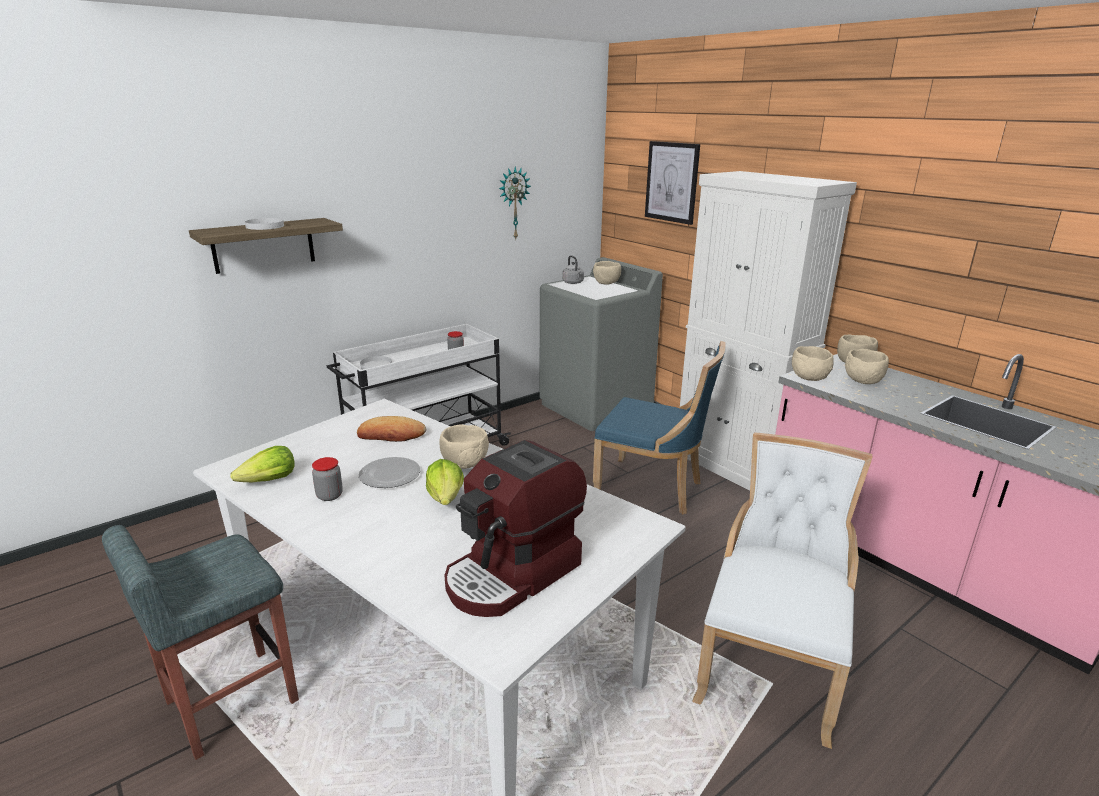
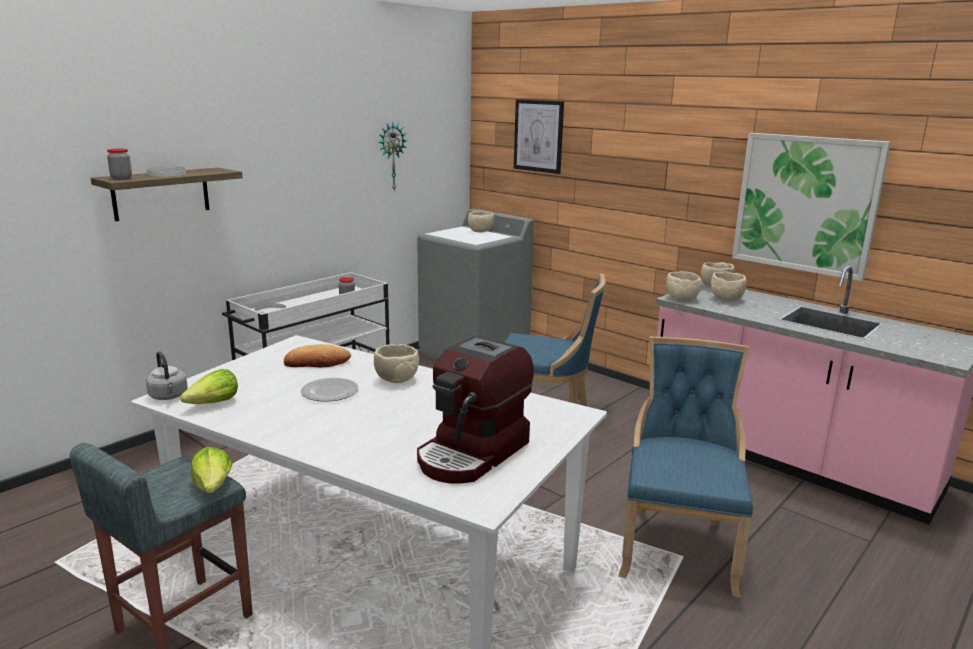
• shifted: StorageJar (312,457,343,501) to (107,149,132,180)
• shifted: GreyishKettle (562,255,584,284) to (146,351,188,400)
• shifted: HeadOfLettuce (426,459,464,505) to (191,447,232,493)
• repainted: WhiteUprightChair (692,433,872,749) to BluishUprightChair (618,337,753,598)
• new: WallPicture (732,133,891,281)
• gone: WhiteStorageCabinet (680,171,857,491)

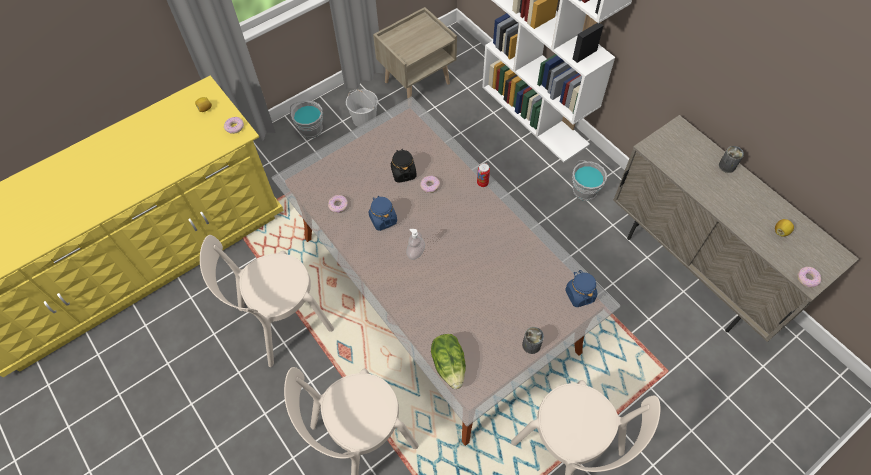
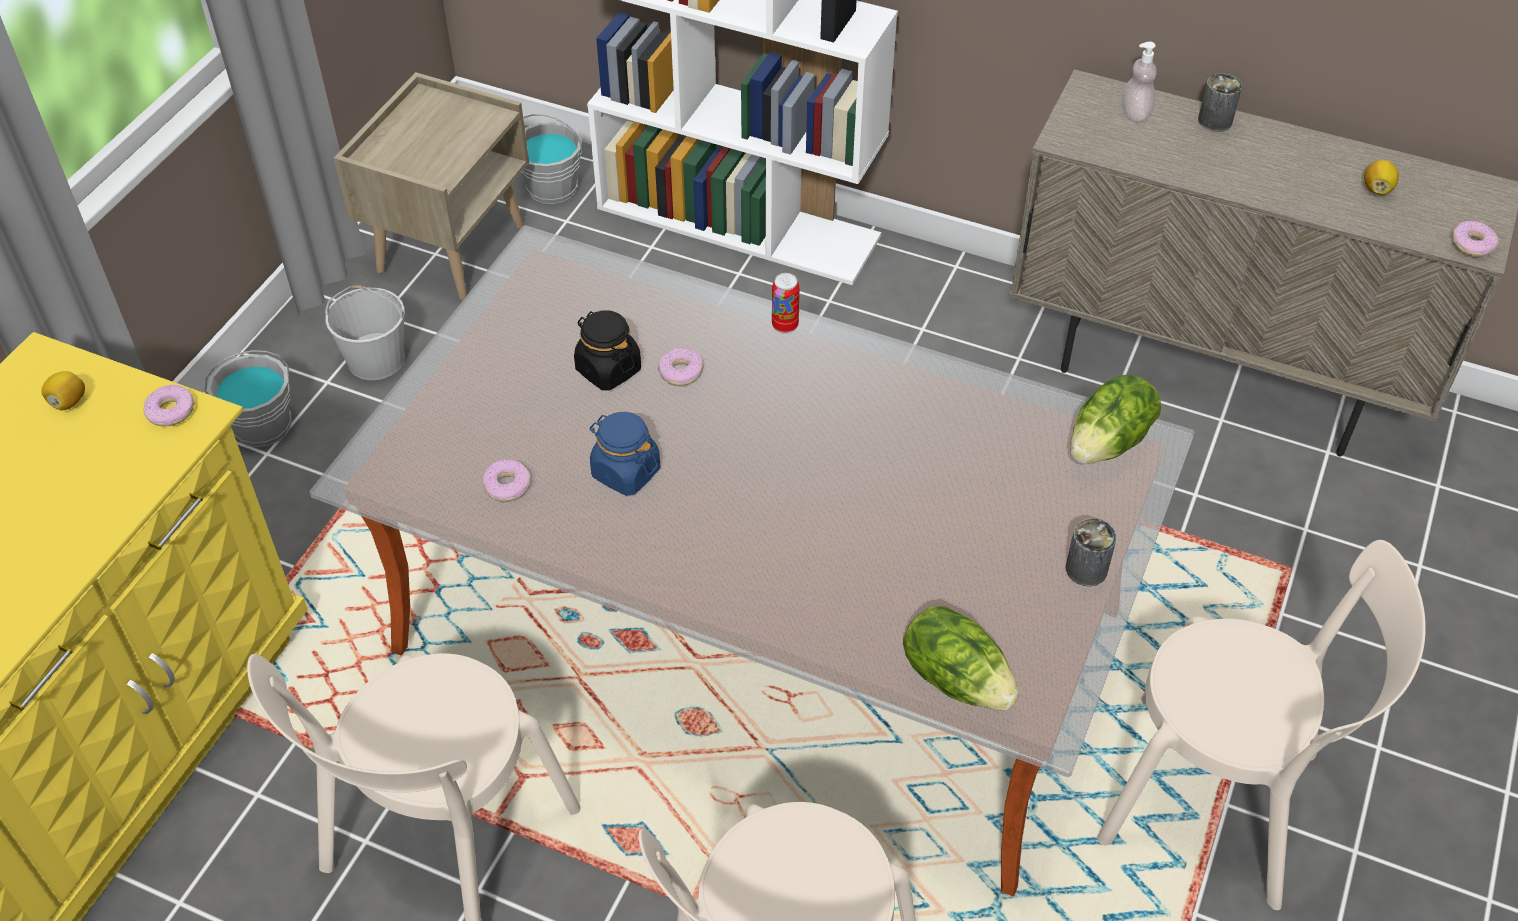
• shifted: GreyishPail (572,160,607,201) to (521,114,582,204)
• swapped: BluishStorageJar (565,270,597,307) to HeadOfLettuce (1070,375,1161,464)
• shifted: SoapBottle (406,229,425,260) to (1122,42,1157,122)

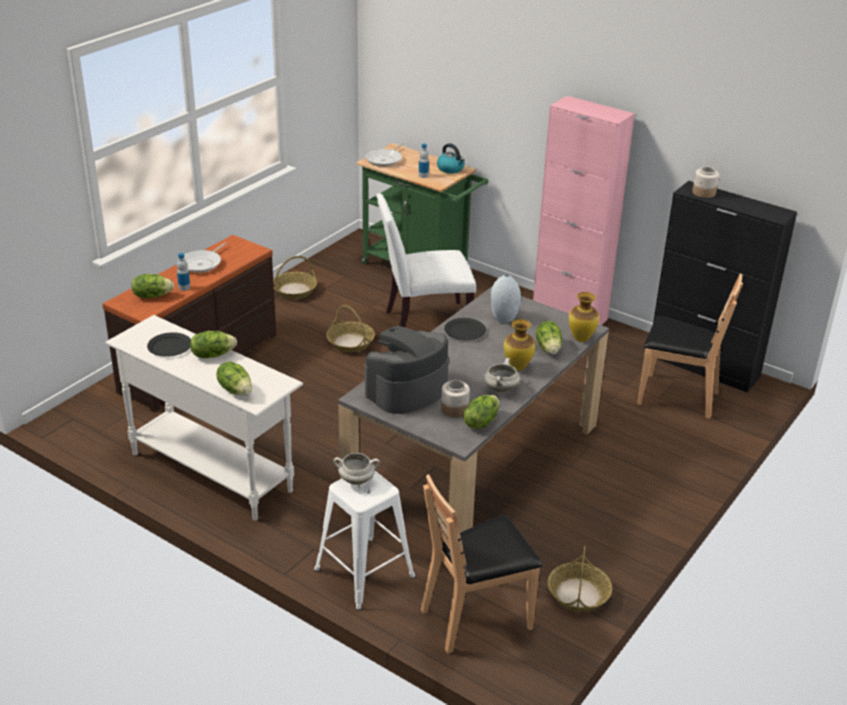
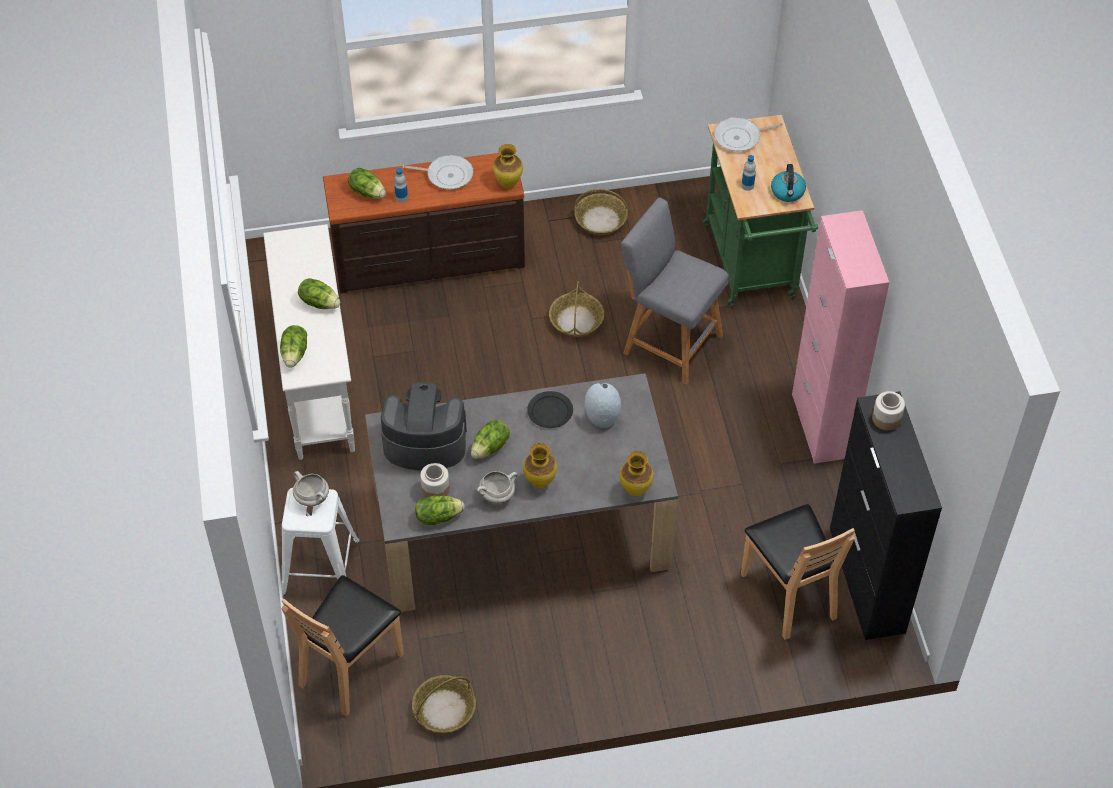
• rotated: BrownColouredUprightChair (421,474,543,654) = (281,575,404,716) 75 degrees counterclockwise
• rotated: FryingPan (178,242,227,273) = (403,155,473,189) 150 degrees counterclockwise
• shifted: HeadOfLettuce (536,321,562,355) to (471,420,510,459)
• new: FlowerVase (493,144,523,188)
• swapped: WhiteUprightChair (376,193,476,327) to GreyishStool (621,197,728,385)
• gone: BlackishPlate (147,332,191,357)

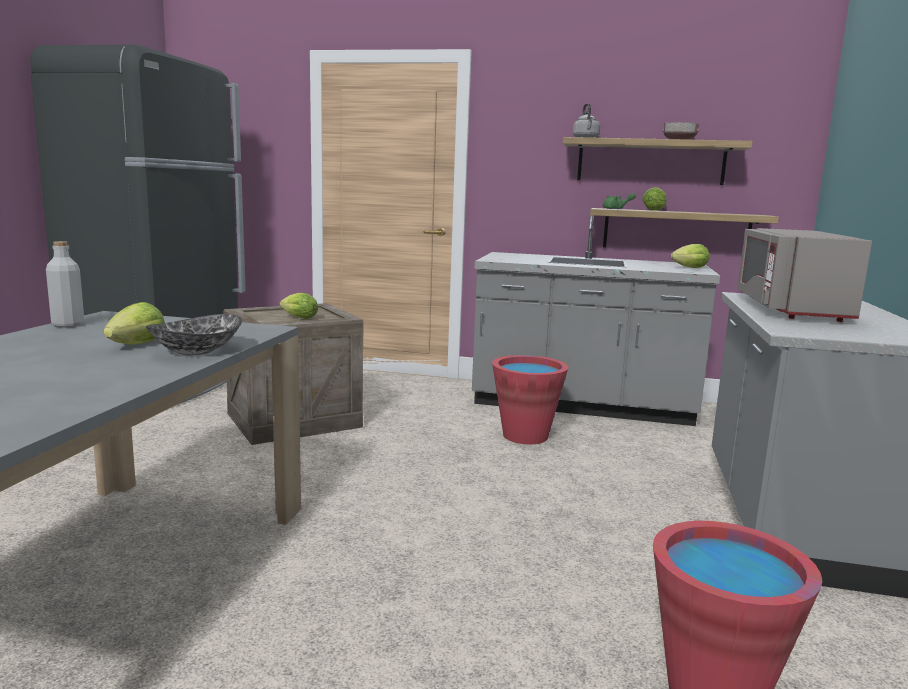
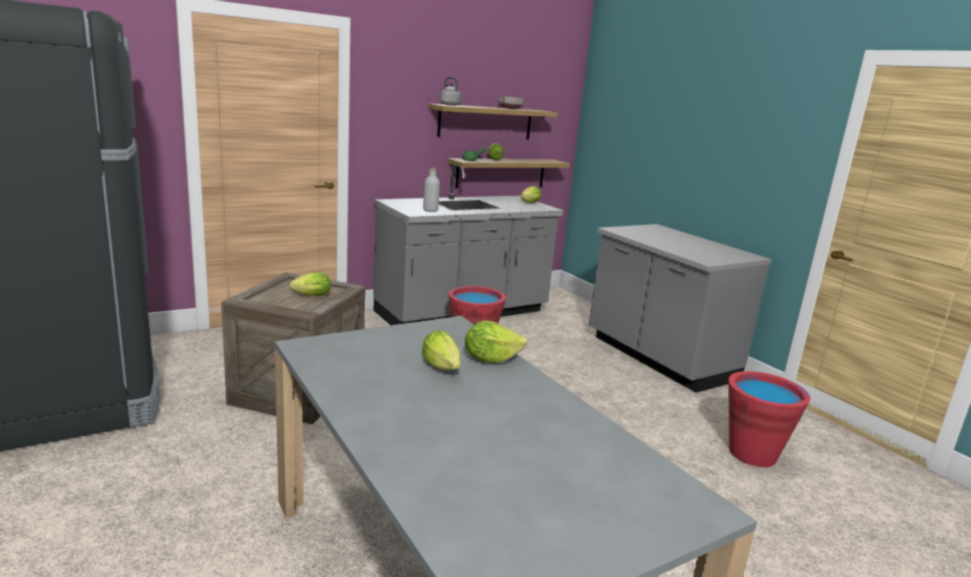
• shifted: GreyishBottle (46,241,85,328) to (423,168,440,212)
• swapped: ServingBowl (146,314,242,355) to HeadOfLettuce (465,321,527,363)
• gone: GreyishMicrowaveOven (737,228,872,322)

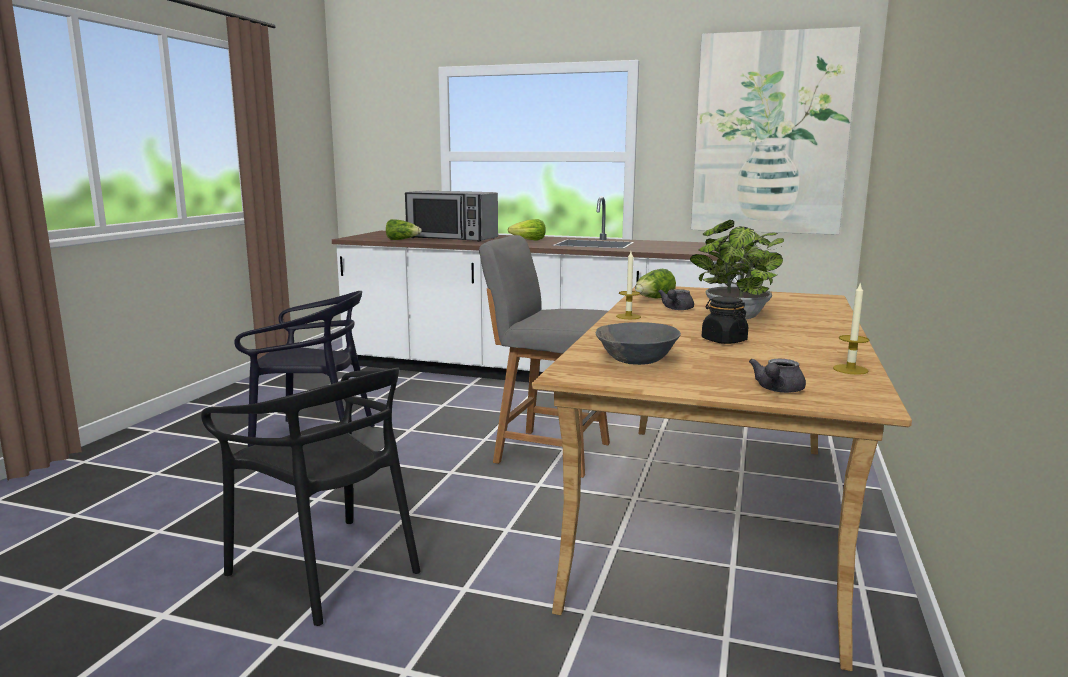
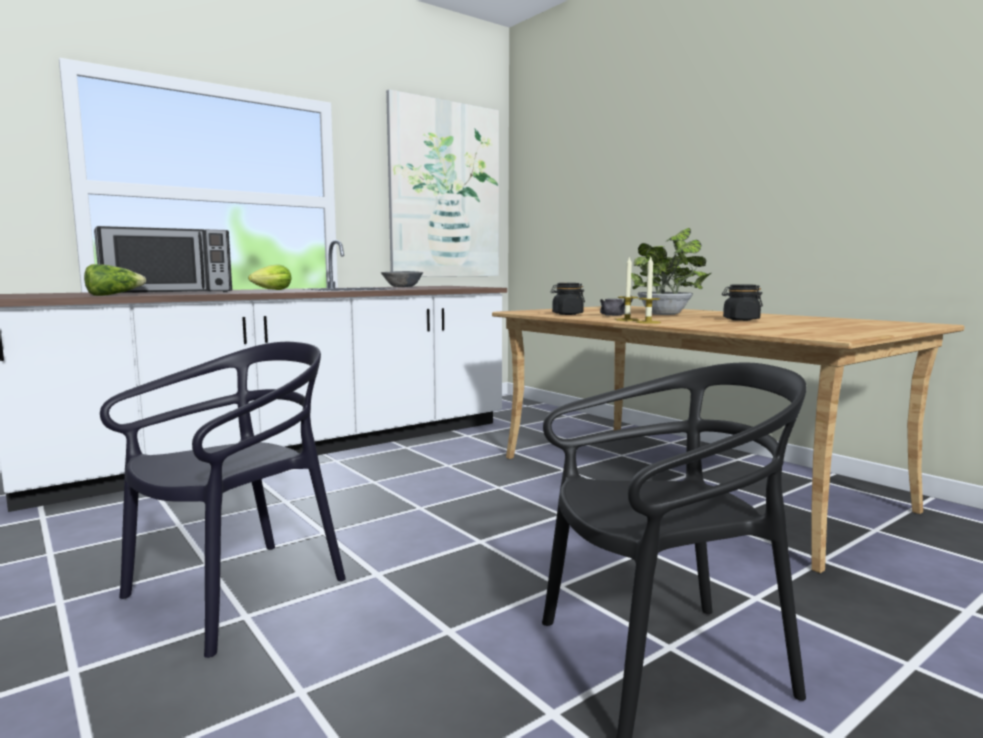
• shifted: GreyishServingBowl (596,322,681,365) to (381,271,423,287)
• swapped: HeadOfLettuce (635,269,676,298) to BlackishStorageJar (550,283,585,315)
• shifted: Candle (833,282,869,375) to (636,257,661,324)
• gone: GreyishUprightChair (479,235,610,478)
• gone: GreyishPotForTea (749,359,806,393)

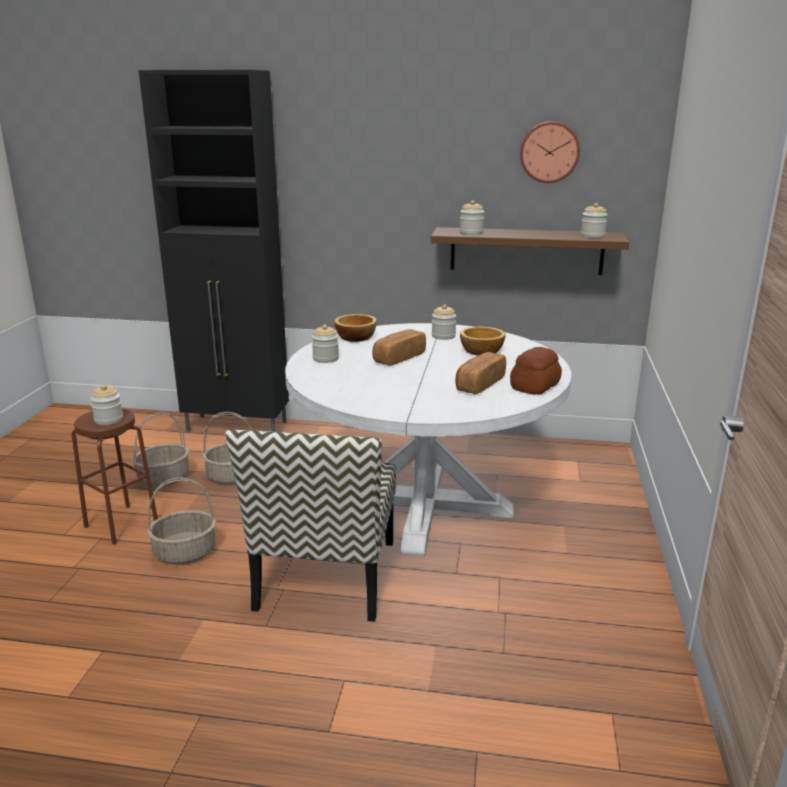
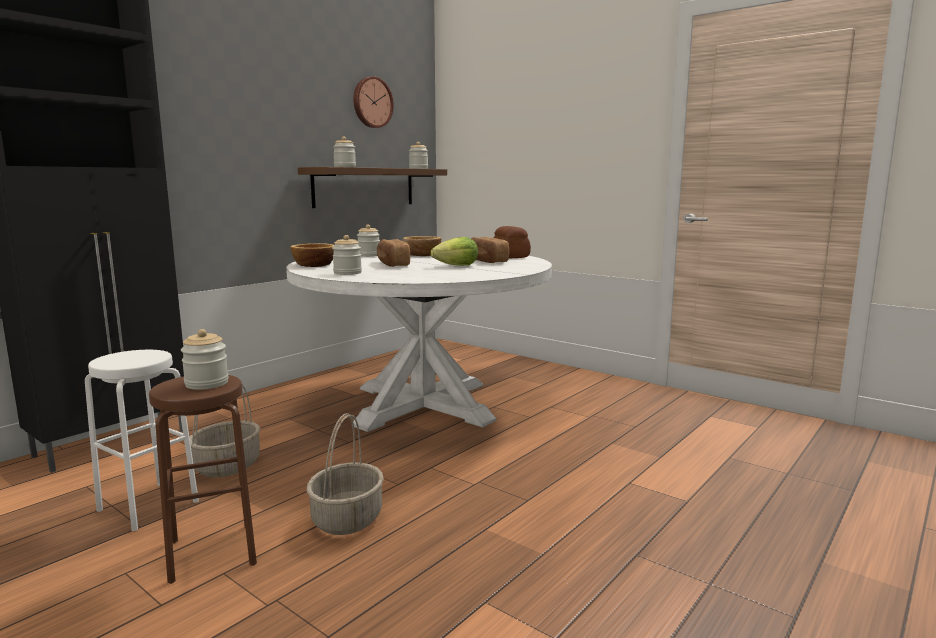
• swapped: StorageBasket (132,412,189,488) to WhiteStool (85,350,199,531)
• new: HeadOfLettuce (431,237,478,266)
• gone: UprightChair (225,430,396,622)

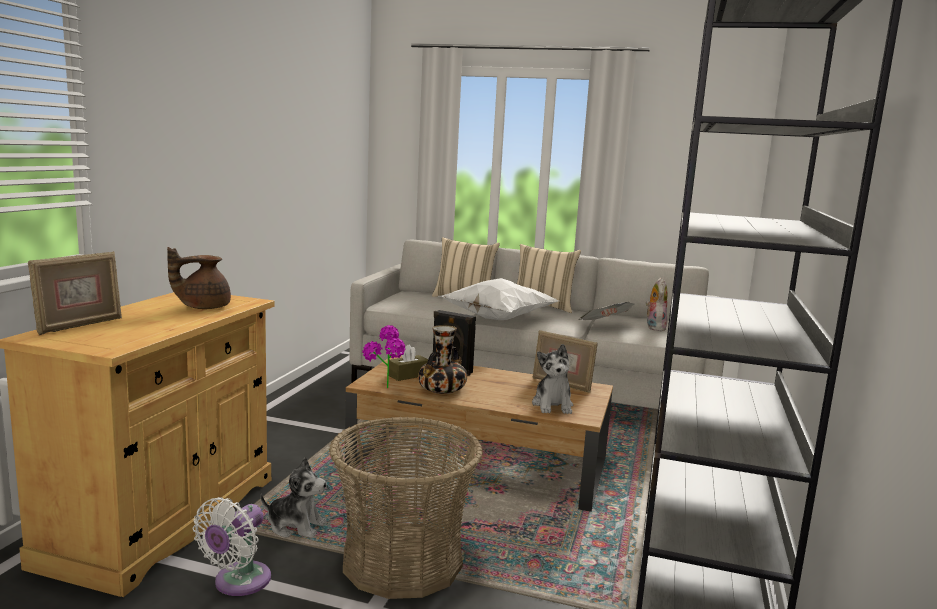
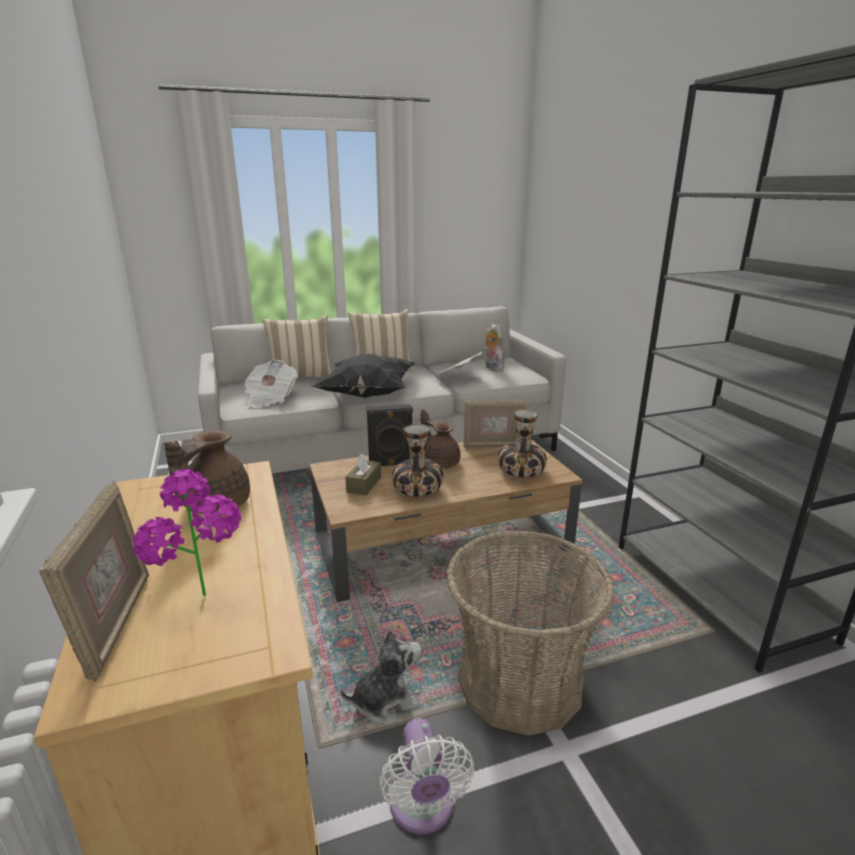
• shifted: Houseplant (363,325,406,388) to (133,469,241,596)
• new: Newspaper (244,360,298,407)
• repainted: WhiteThrowPillow (439,278,559,320) to BlackishThrowPillow (310,354,416,398)
• new: BrownColouredPotForTea (420,409,461,469)
• swapped: CuddlyToy (532,344,573,414) to FlowerVase (498,409,547,477)

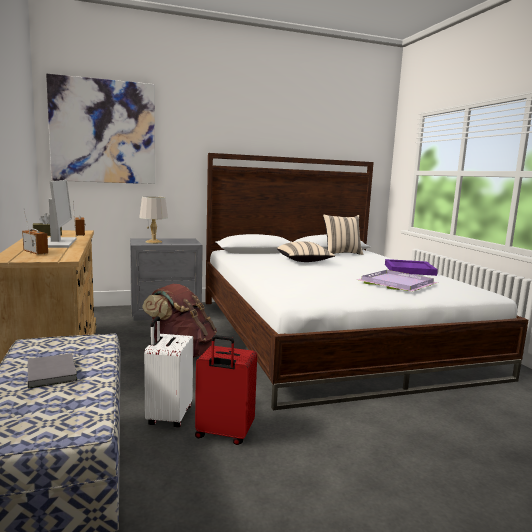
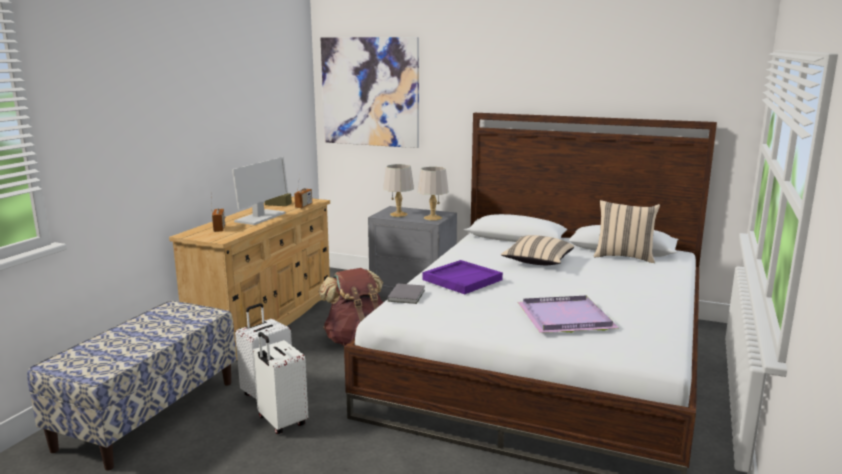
• repainted: RedSuitcase (195,335,257,445) to WhiteSuitcase (253,332,308,434)
• shifted: GreyishVolume (28,353,77,389) to (388,283,425,304)
• new: GreyishLampForATable (418,166,449,221)
• shifted: PurpleTray (385,259,438,276) to (422,260,503,294)

